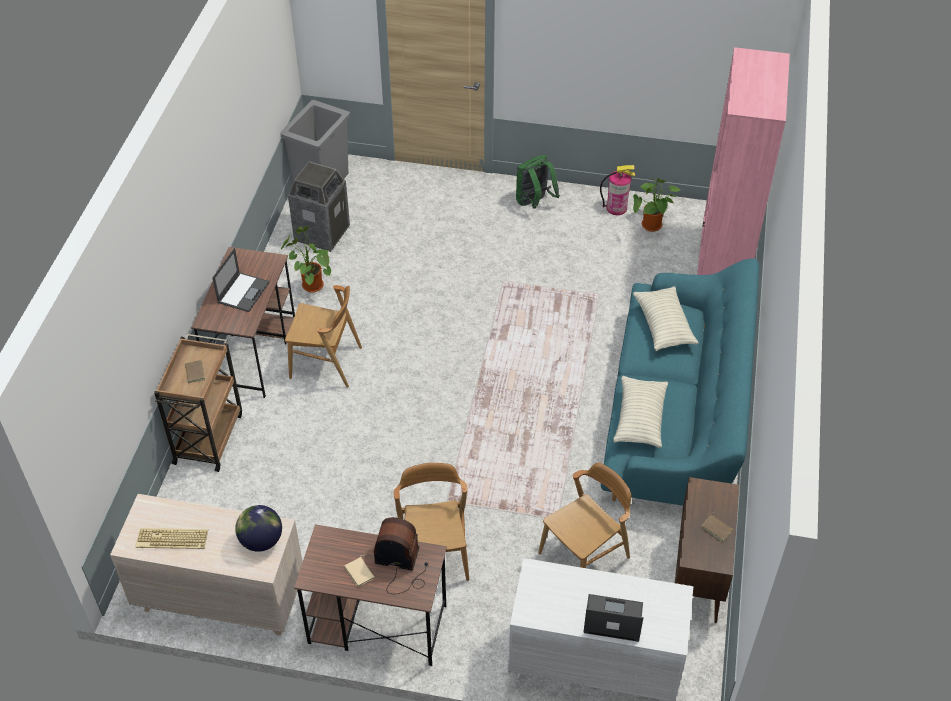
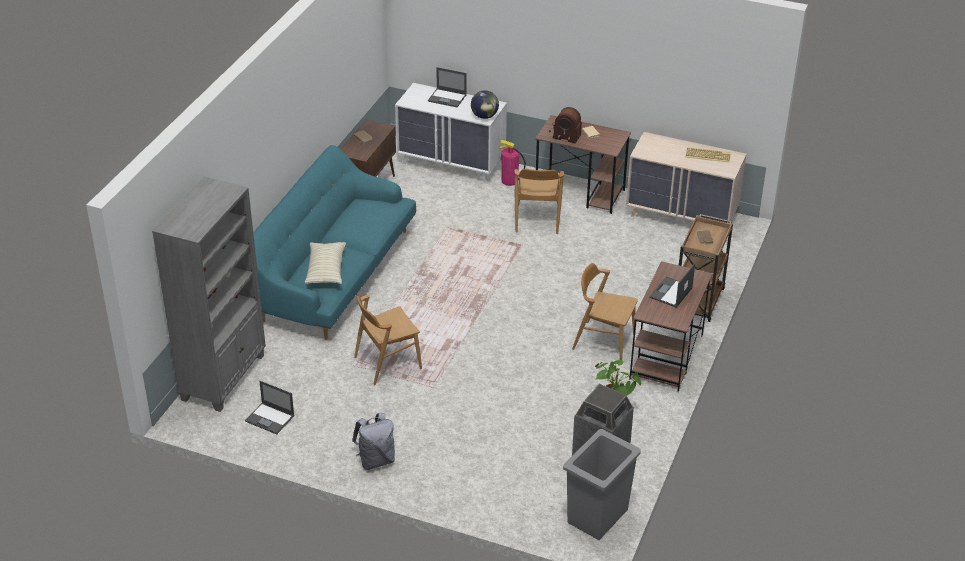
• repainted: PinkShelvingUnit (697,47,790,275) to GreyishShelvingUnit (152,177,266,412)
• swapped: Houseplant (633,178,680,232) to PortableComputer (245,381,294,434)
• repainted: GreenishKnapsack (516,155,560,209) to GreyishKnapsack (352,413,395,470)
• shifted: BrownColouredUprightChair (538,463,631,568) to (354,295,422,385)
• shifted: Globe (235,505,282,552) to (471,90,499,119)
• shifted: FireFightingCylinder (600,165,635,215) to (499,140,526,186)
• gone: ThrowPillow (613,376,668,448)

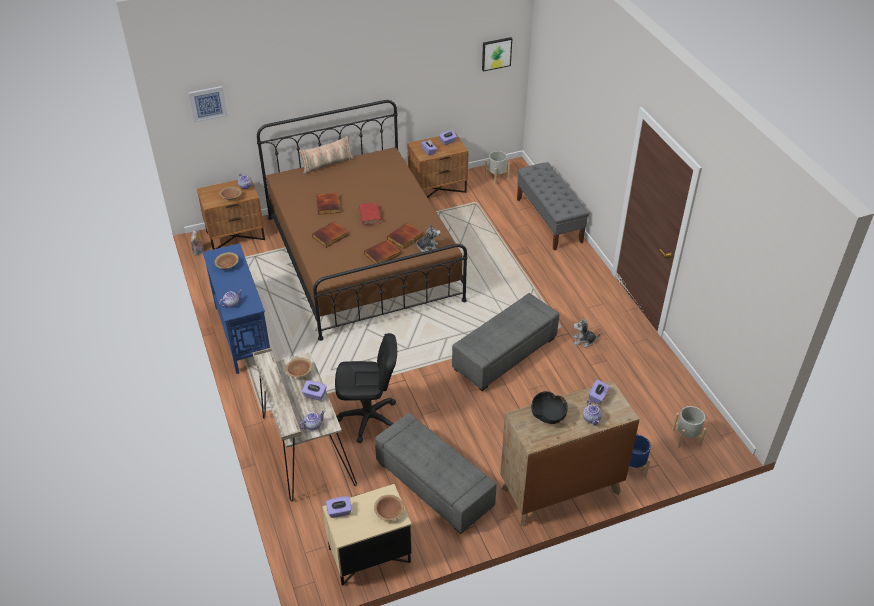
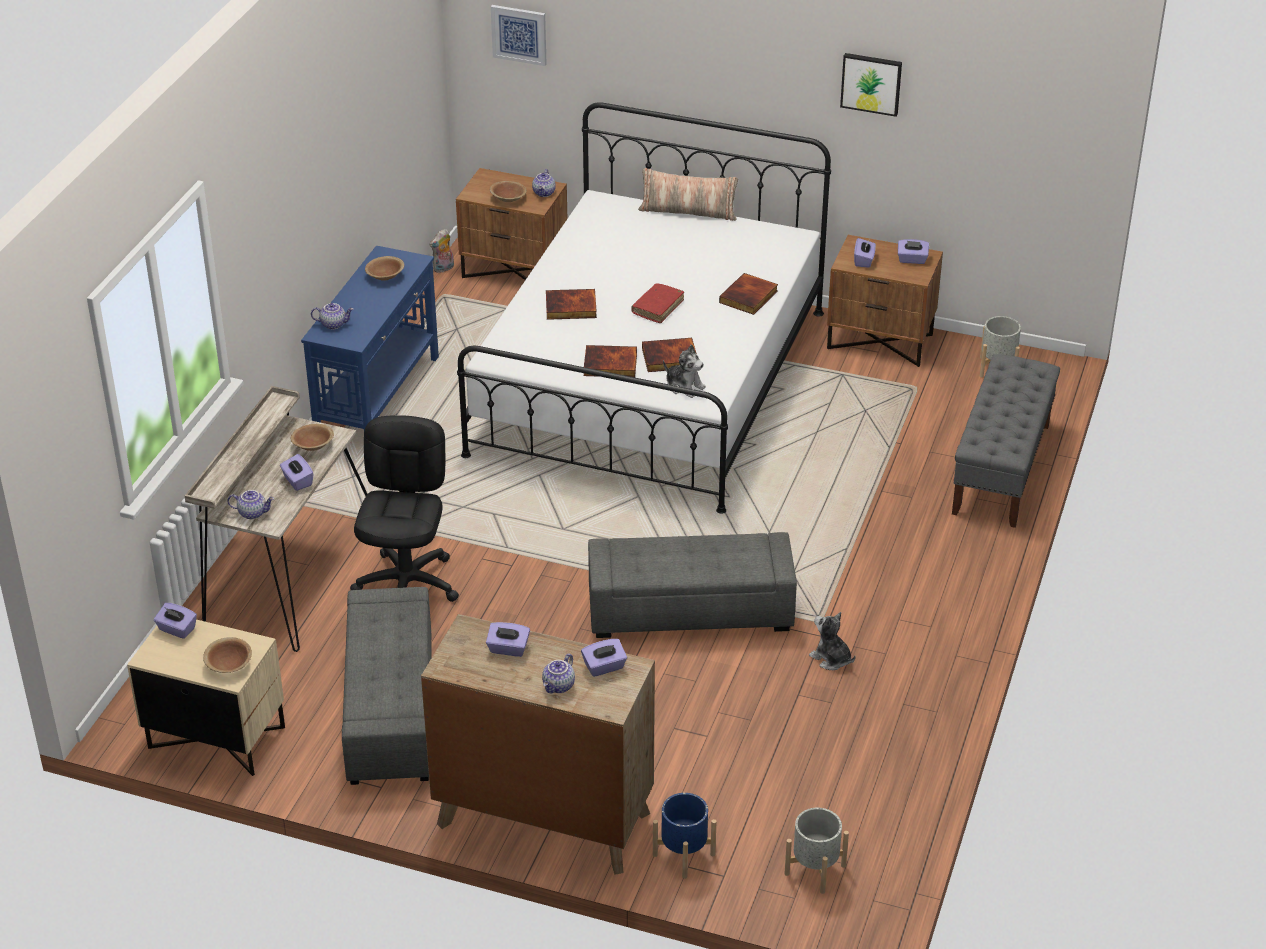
• rotated: BlackishOfficeChair (335,333,397,443) = (350,415,459,602) 120 degrees counterclockwise
• repainted: BrownColouredBedroomBed (257,100,468,341) to WhiteBedroomBed (457,102,831,514)
• swapped: BlackishServingBowl (531,391,568,424) to PurpleTissueHolder (486,622,530,657)
• shifted: Volume (316,193,340,215) to (719,273,778,315)
• shifted: WallPicture (482,37,512,72) to (840,53,902,117)

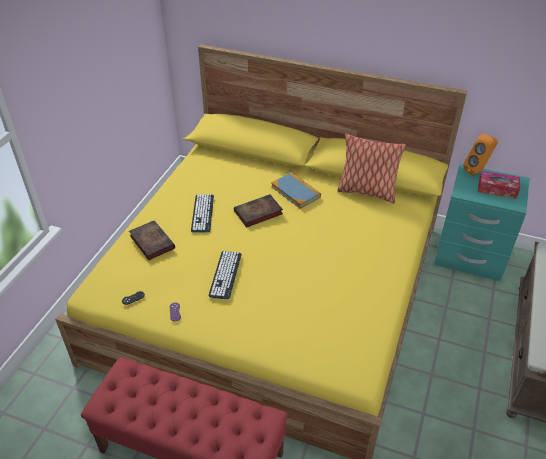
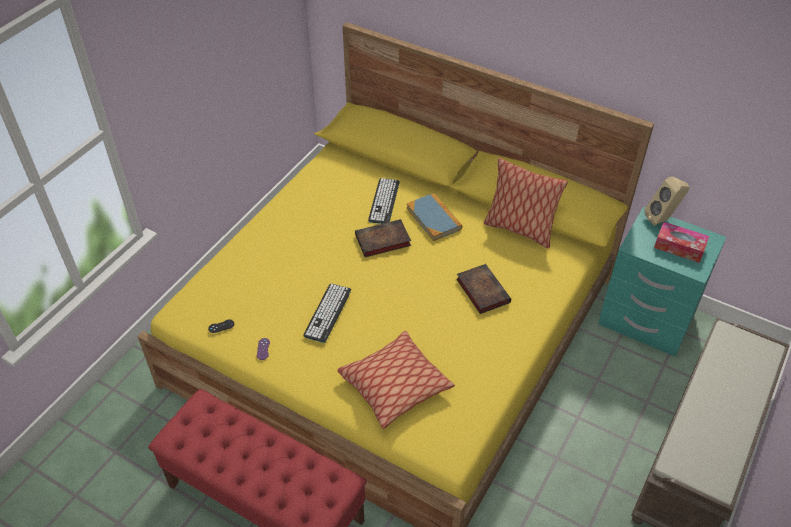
• new: ThrowPillow (337,331,455,429)
• shifted: PcKeyboard (191,194,214,233) to (368,178,400,224)
• shifted: Volume (129,220,175,261) to (456,264,511,314)
• repainted: OrangeySpeaker (463,134,498,176) to SandColouredSpeaker (645,176,689,226)

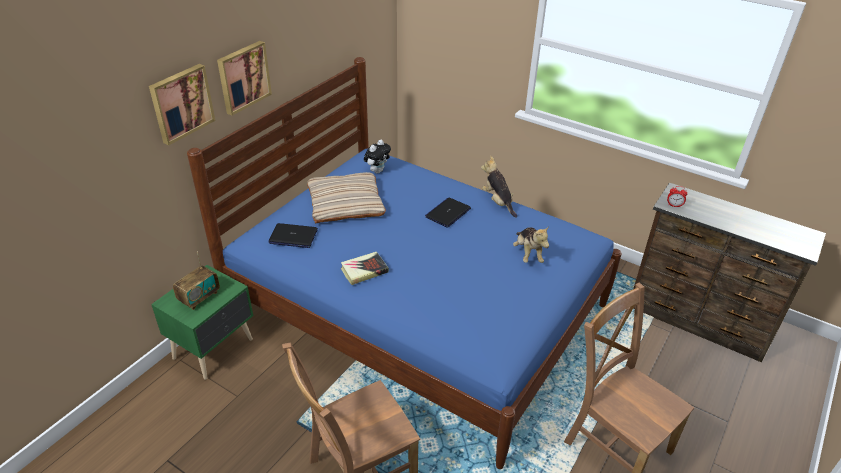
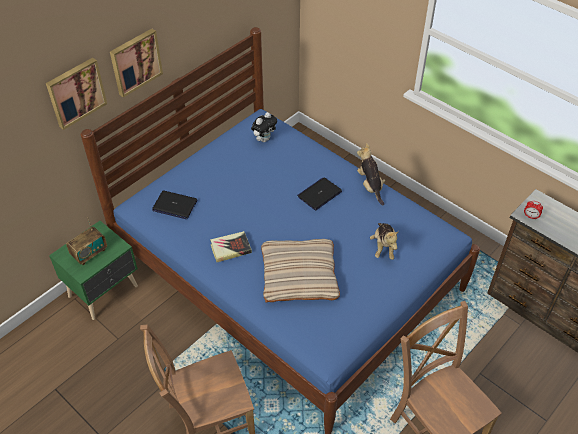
• shifted: SandColouredThrowPillow (307,172,386,223) to (261,239,340,303)

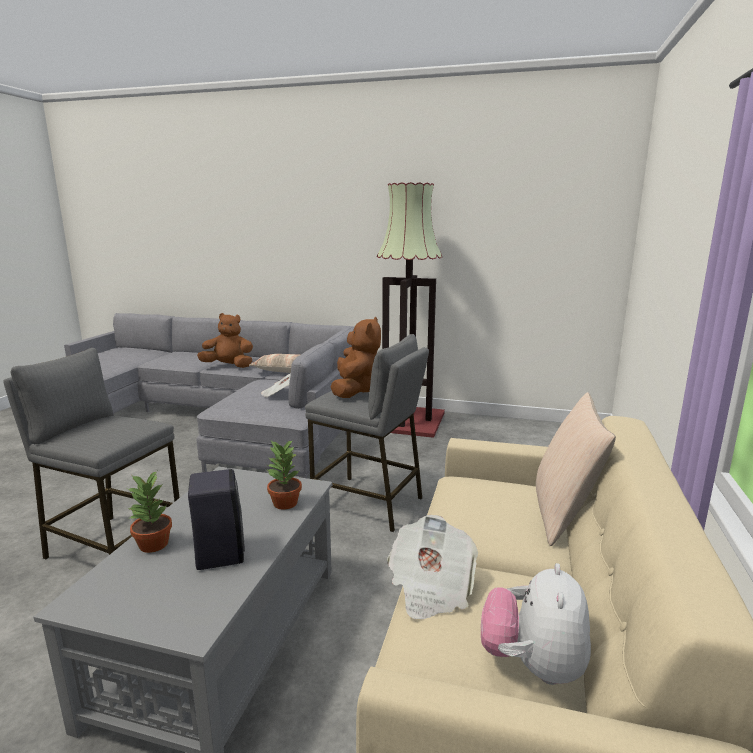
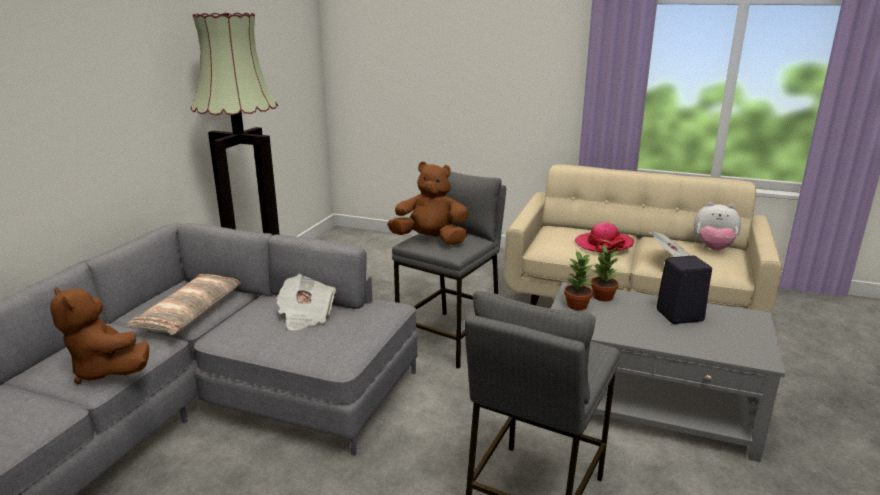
• rotated: BrownColouredCuddlyToy (197,313,253,368) = (50,287,149,384) 60 degrees counterclockwise
• shifted: Houseplant (127,471,172,553) to (564,251,594,310)
• new: ClothingHat (575,222,634,253)
• gone: SandColouredThrowPillow (536,392,616,546)

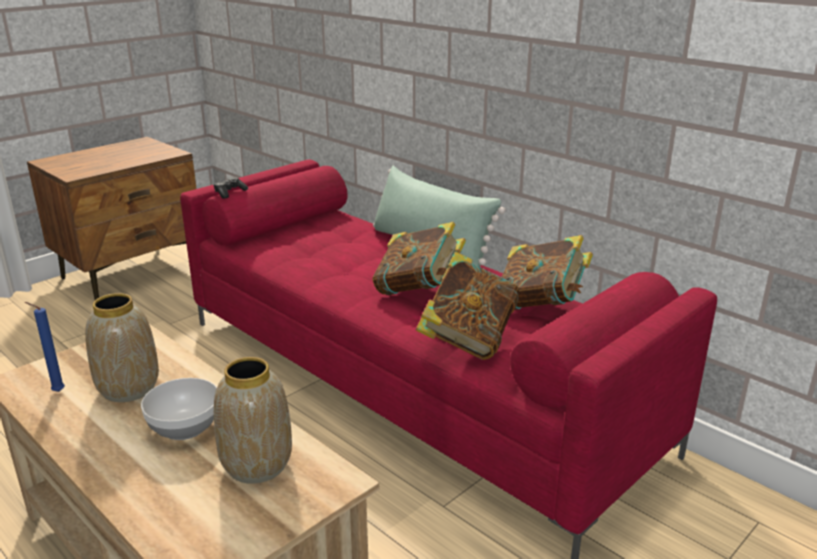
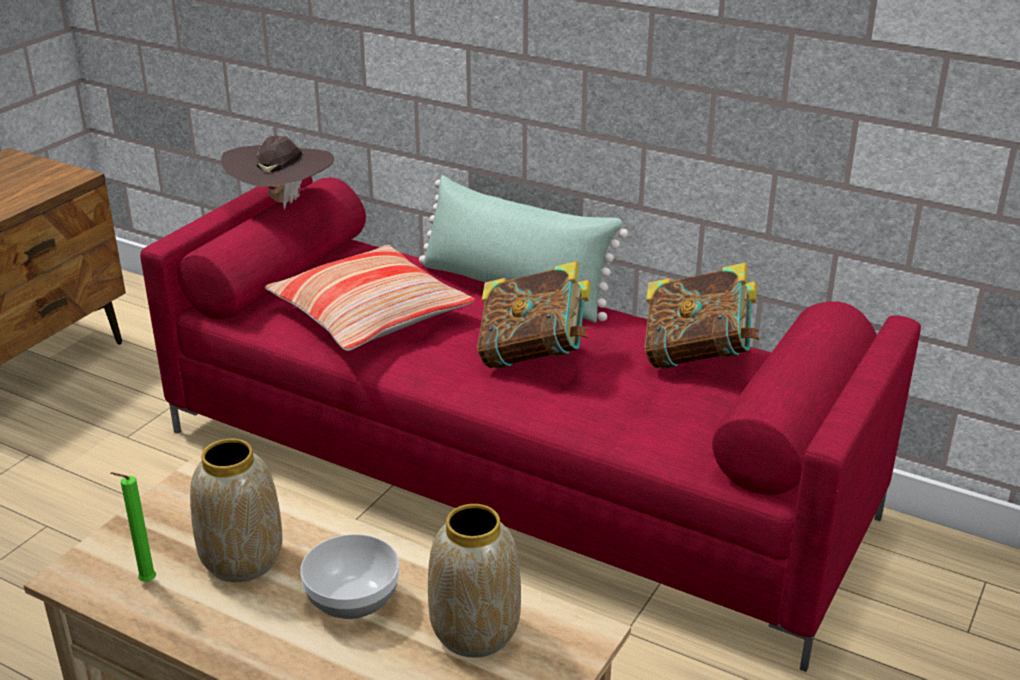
• repainted: BluishCandle (25,302,65,392) to GreenishCandle (110,472,156,582)
• new: BrownColouredClothingHat (221,135,334,210)
• new: ThrowPillow (265,245,475,351)
• gone: Gamepad (213,177,248,199)
• gone: Volume (415,252,519,360)

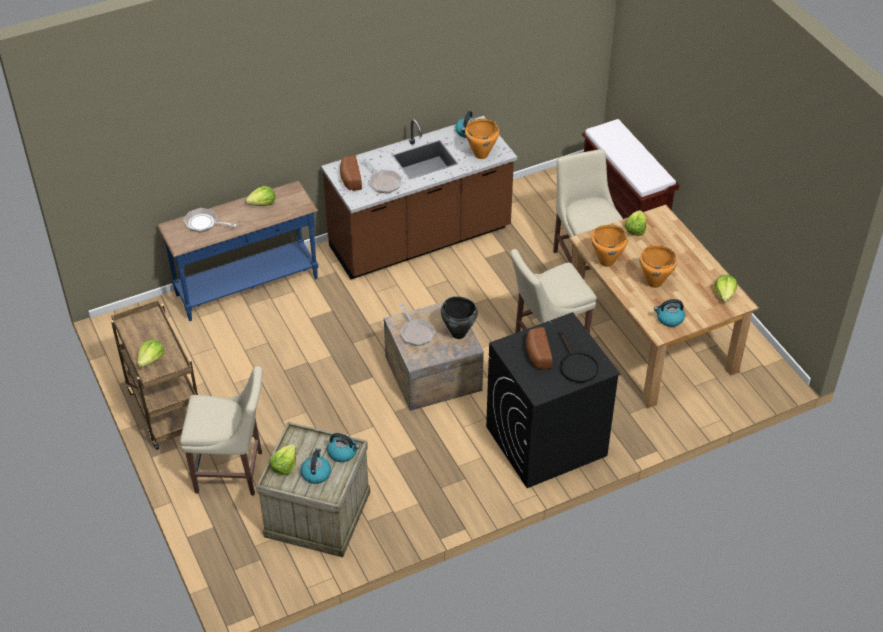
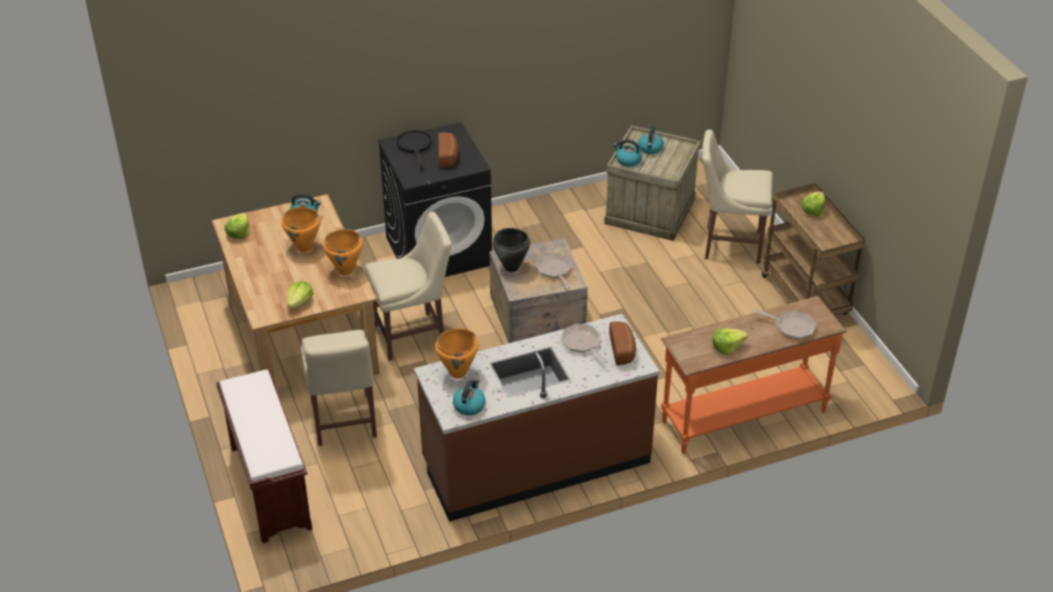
• repainted: BluishConsoleTable (157,181,318,321) to OrangeyConsoleTable (661,296,847,454)
• gone: HeadOfLettuce (269,444,296,475)

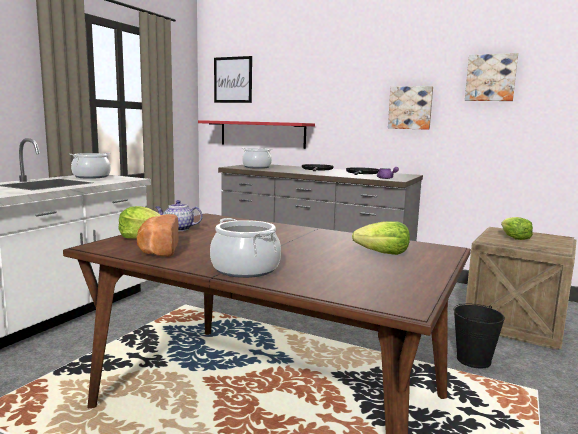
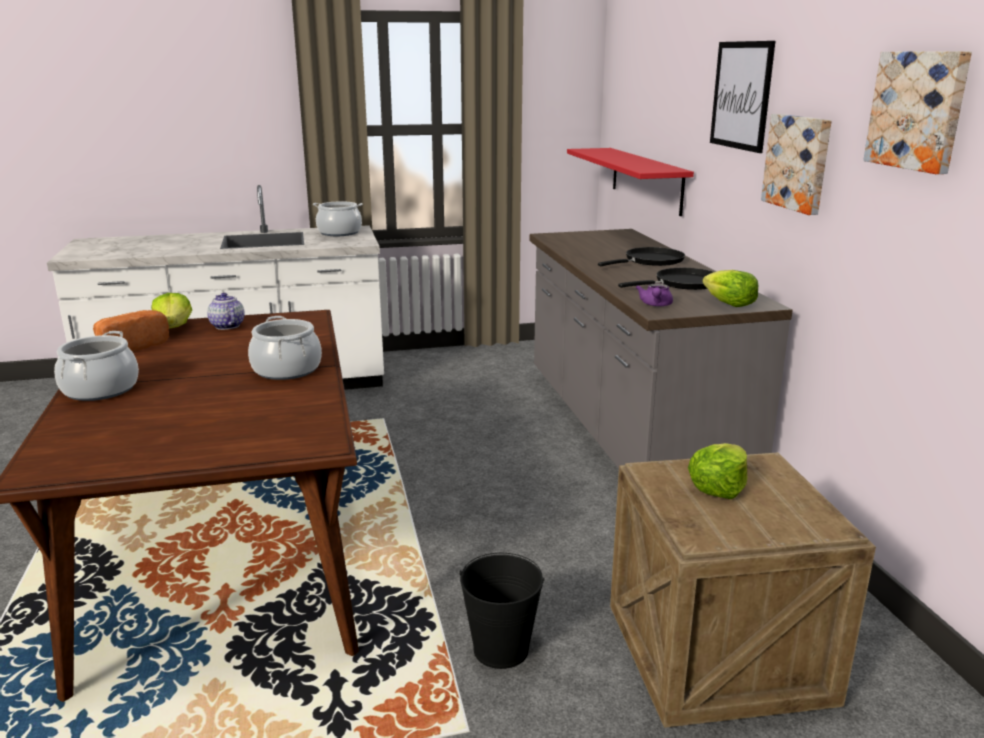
• shifted: Saucepot (242,148,273,169) to (248,316,322,380)
• shifted: HeadOfLettuce (352,221,410,255) to (702,270,758,307)
• shifted: WallPicture (214,56,252,103) to (710,41,775,153)

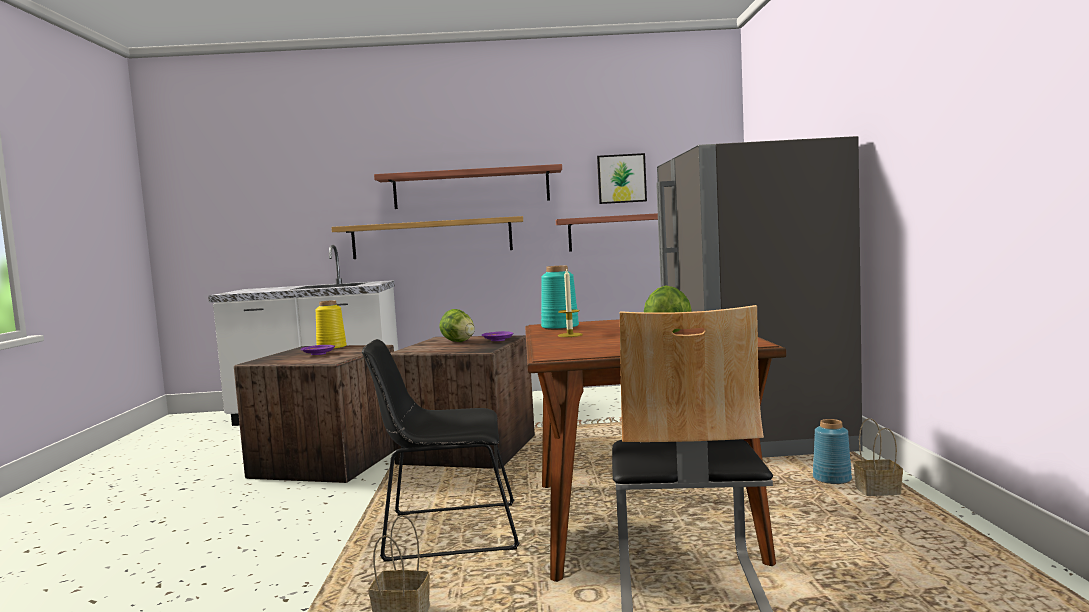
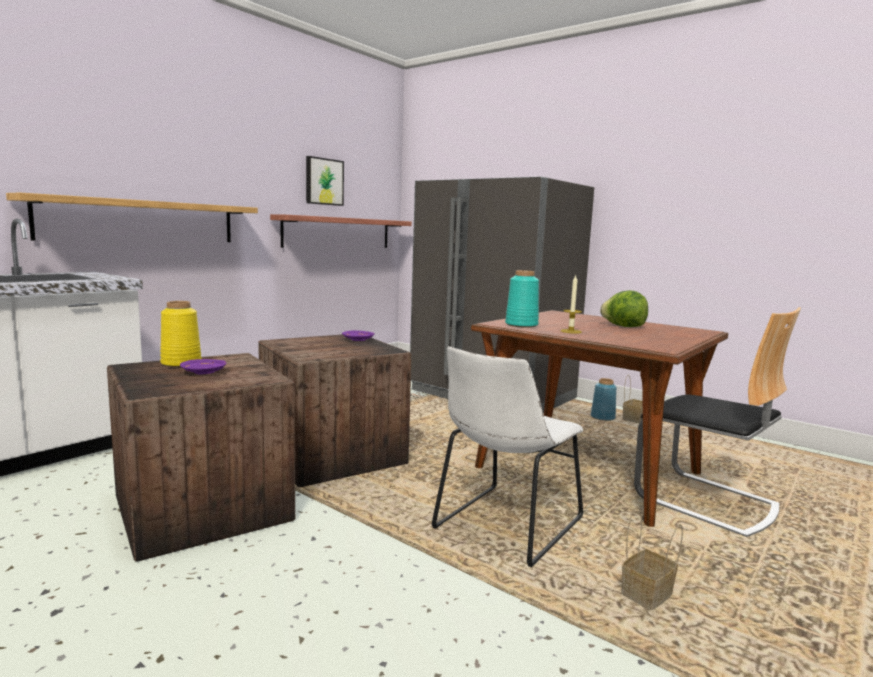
• repainted: BlackishUprightChair (362,339,520,562) to WhiteUprightChair (431,346,584,567)
• gone: BracketShelf (374,164,562,209)
• gone: HeadOfLettuce (439,309,475,342)

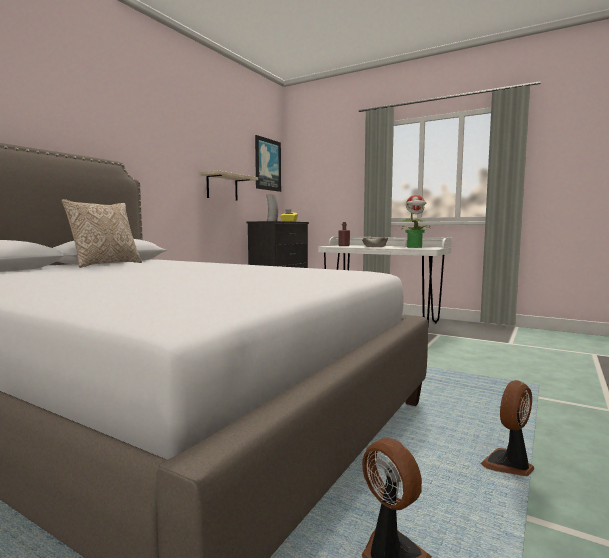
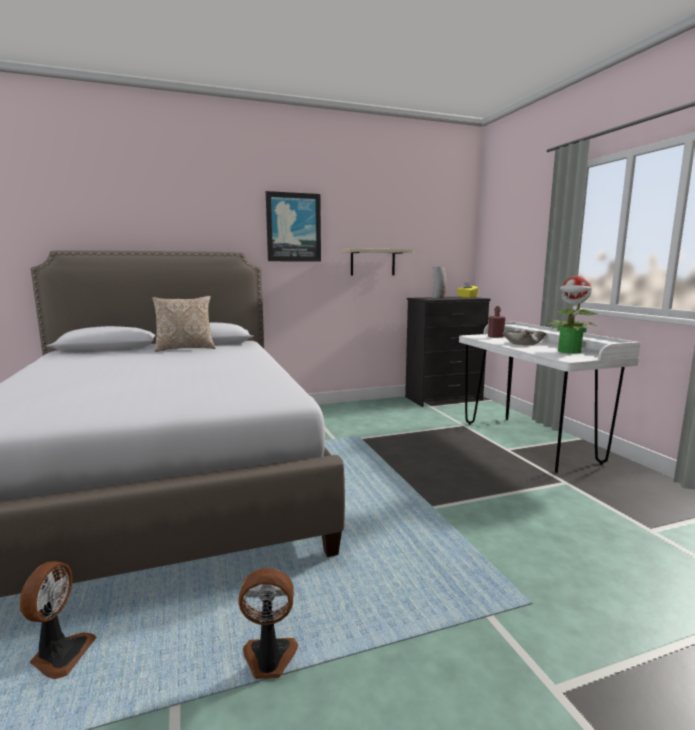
• shifted: WallPicture (255,135,281,192) to (266,191,321,262)

